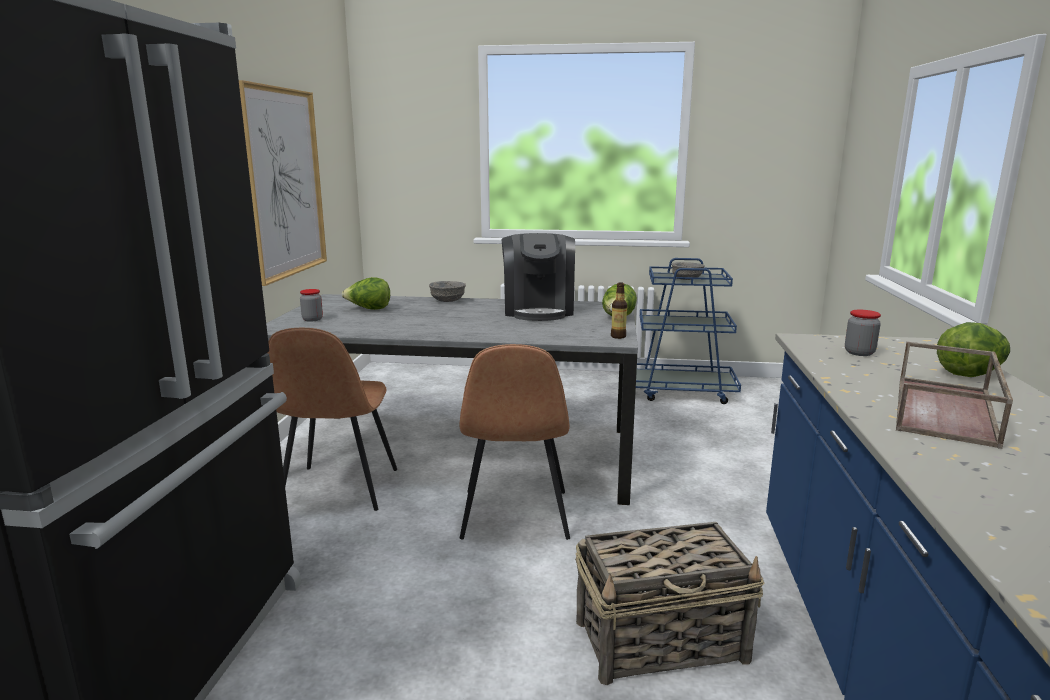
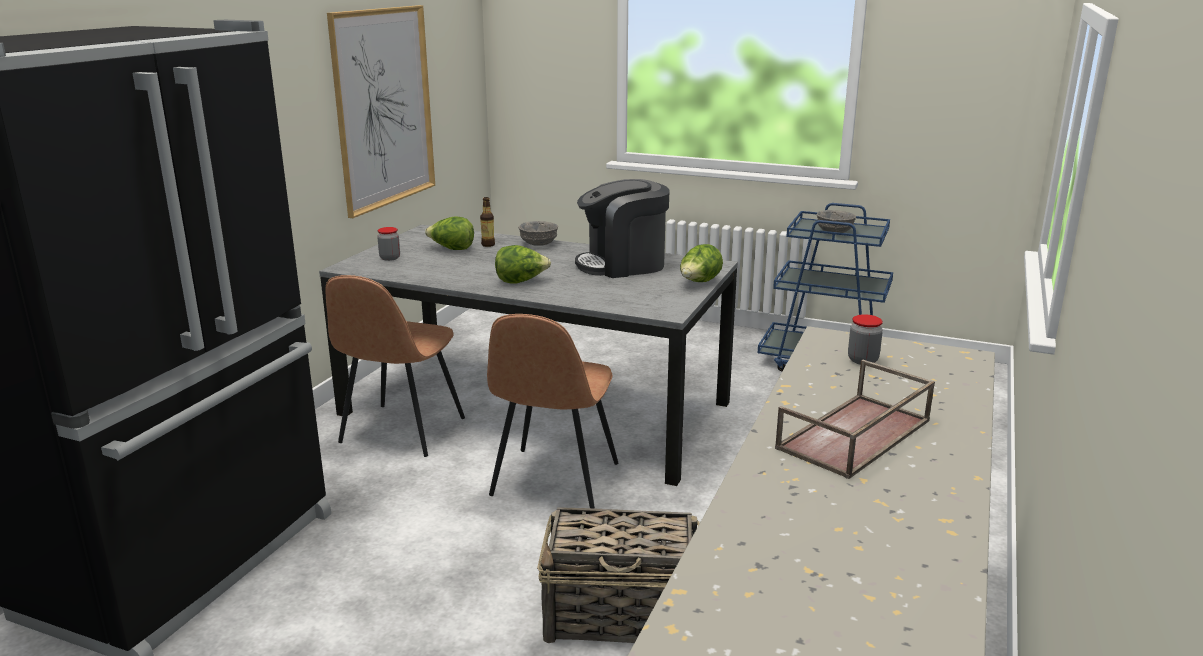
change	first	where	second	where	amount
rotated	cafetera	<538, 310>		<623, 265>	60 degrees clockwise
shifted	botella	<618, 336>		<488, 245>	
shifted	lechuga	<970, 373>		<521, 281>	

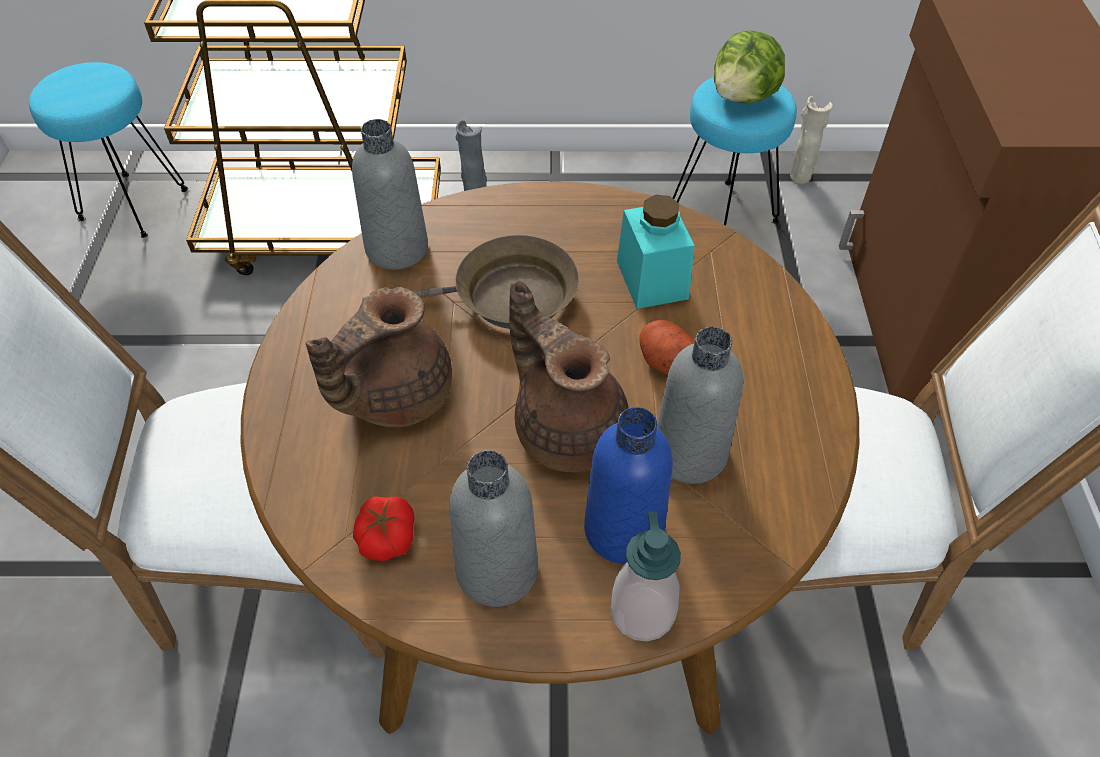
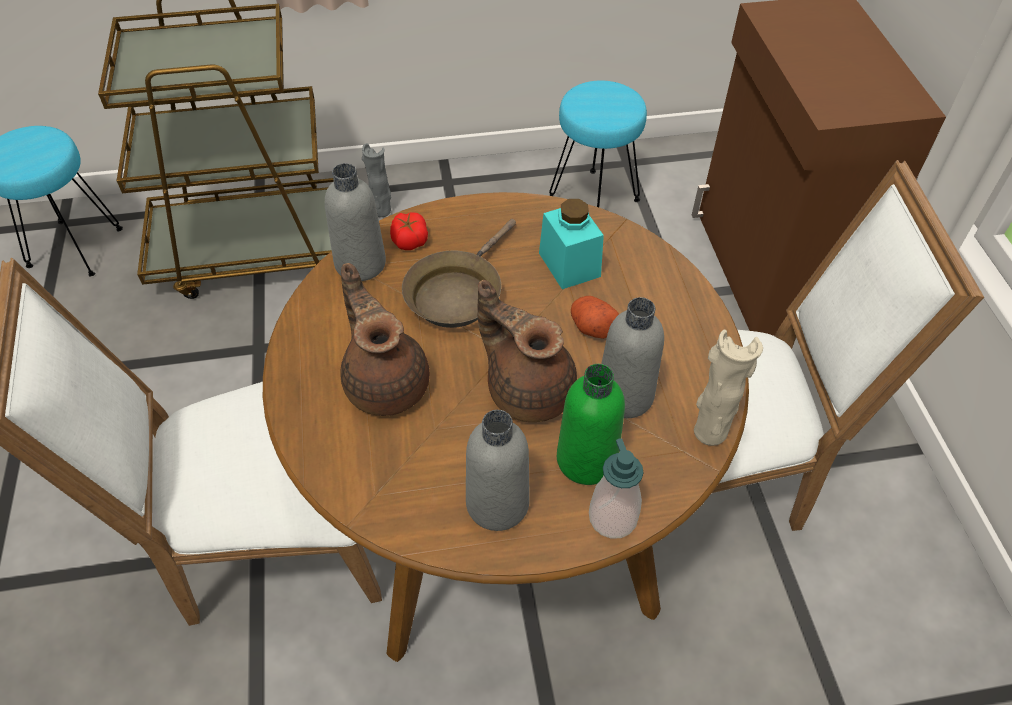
change	first	where	second	where	amount
rotated	tetera [marrón]	<393, 396>		<386, 382>	120 degrees clockwise
shifted	tomate	<386, 537>		<409, 239>	
rotated	sartén [marrón]	<505, 298>		<457, 293>	135 degrees clockwise
repainted	botella [azul]	<623, 530>	botella [verde]	<586, 459>	
gone	lechuga	<743, 97>			
shifted	florero [beis]	<800, 177>		<710, 430>	

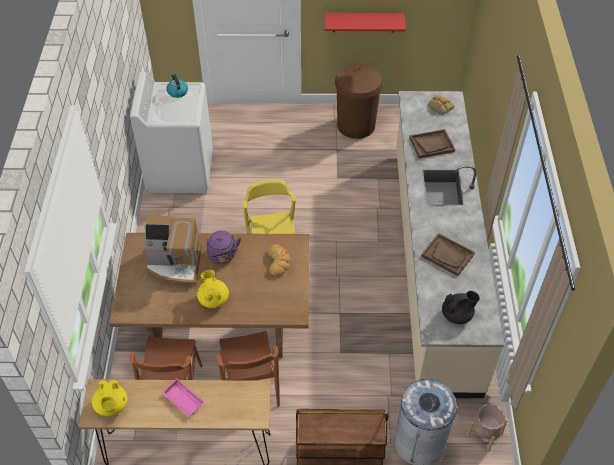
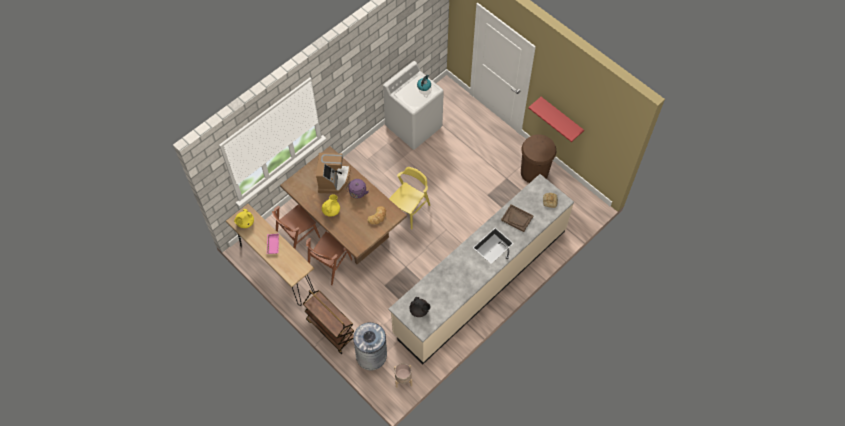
change	first	where	second	where	amount
rotated	cafetera	<174, 264>		<333, 179>	135 degrees counterclockwise
gone	bandeja [marrón]	<447, 255>			

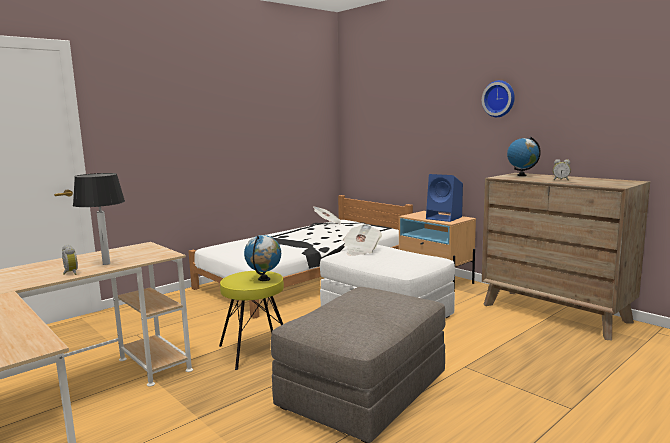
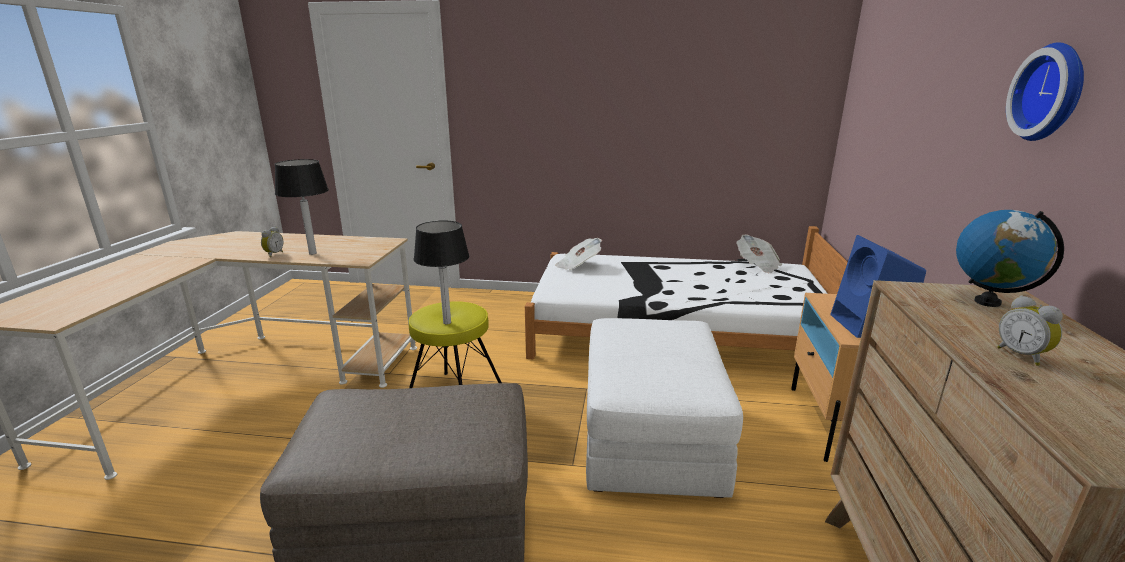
change	first	where	second	where	amount
swapped	globo terráqueo	<264, 279>	lámpara de mesa	<447, 322>	
shifted	periódico	<361, 251>		<578, 265>	

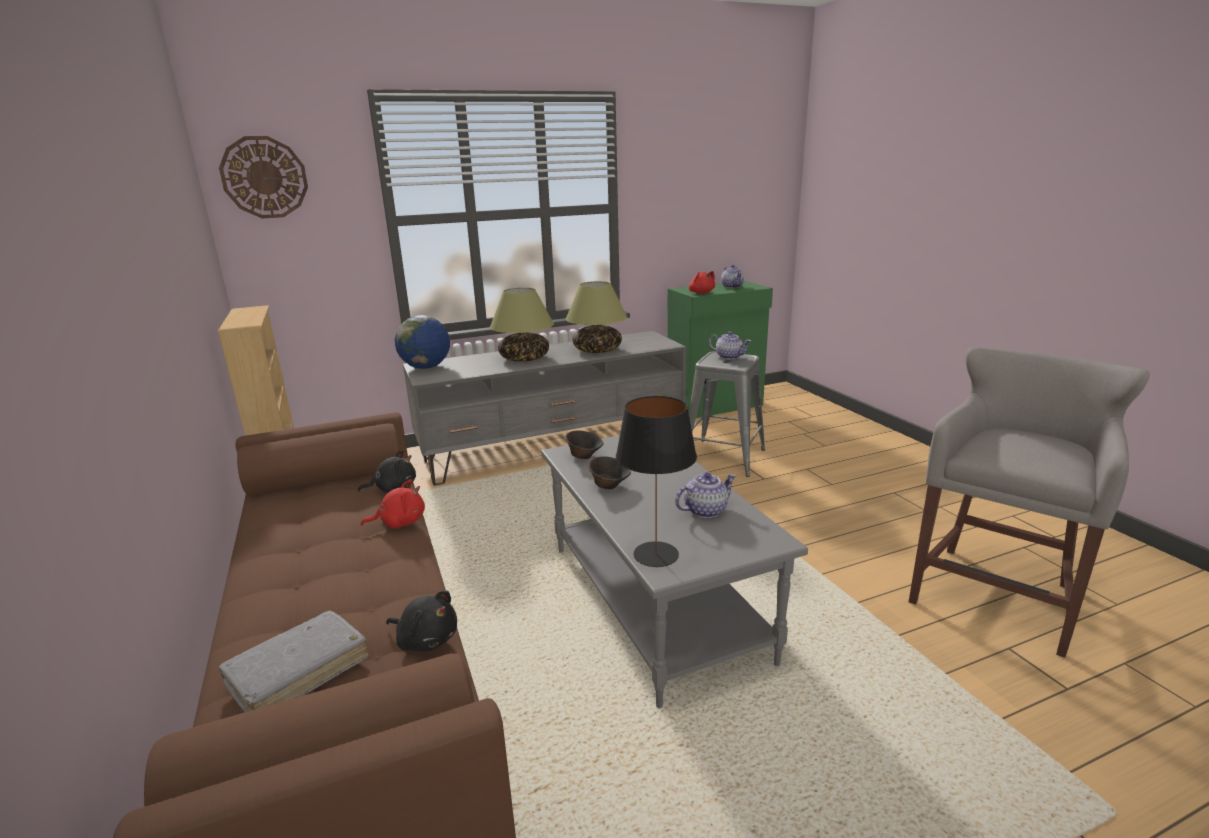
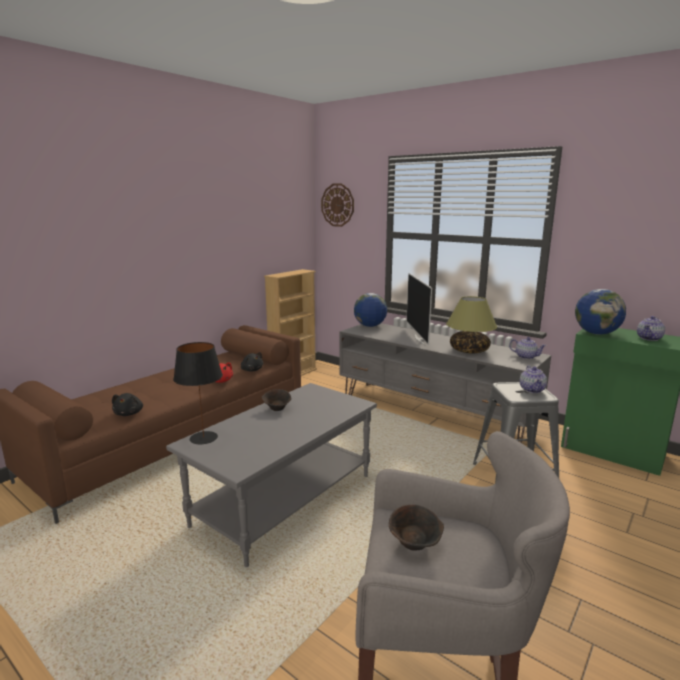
change	first	where	second	where	amount
gone	libro [gris]	<298, 672>			
swapped	lámpara de mesa	<525, 358>	televisor	<420, 339>	
shifted	cuenco [marrón]	<584, 456>		<415, 544>	
shifted	tetera	<705, 510>		<526, 357>	
swapped	peluche [rojo]	<701, 293>	globo terráqueo	<596, 333>	

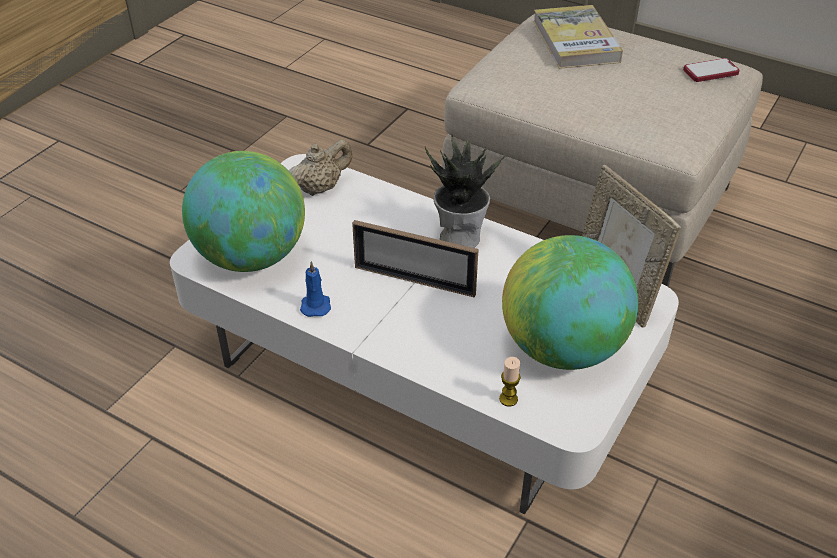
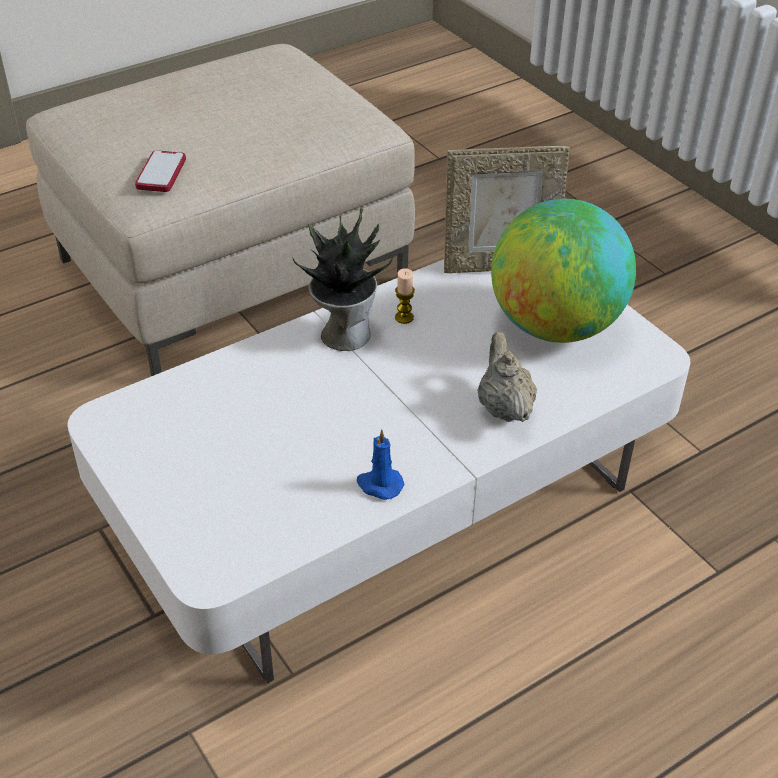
change	first	where	second	where	amount
gone	globo terráqueo	<251, 256>			
shifted	tetera [beis]	<320, 188>		<504, 407>	
gone	portarretratos	<414, 280>			
shifted	vela	<508, 399>		<404, 317>	
gone	libro	<575, 41>			
shifted	móvil	<710, 72>		<161, 173>	

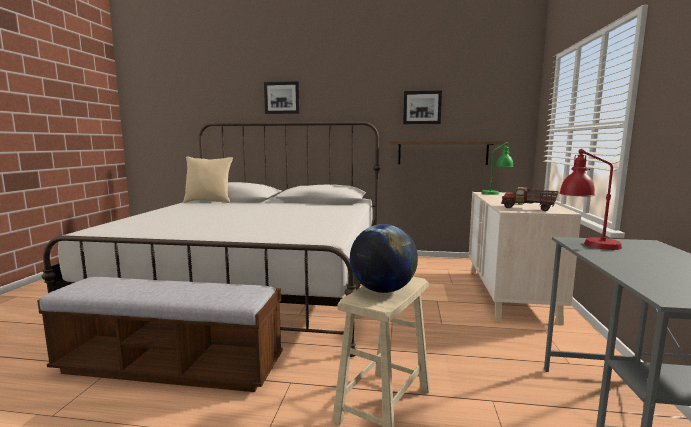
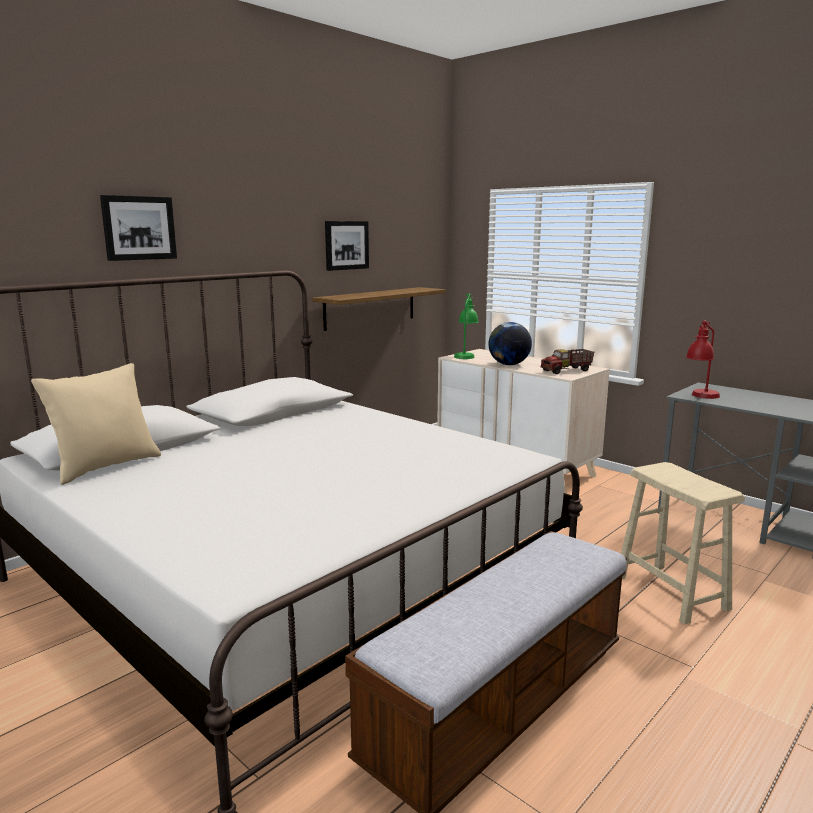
change	first	where	second	where	amount
shifted	globo terráqueo	<382, 290>		<509, 364>	

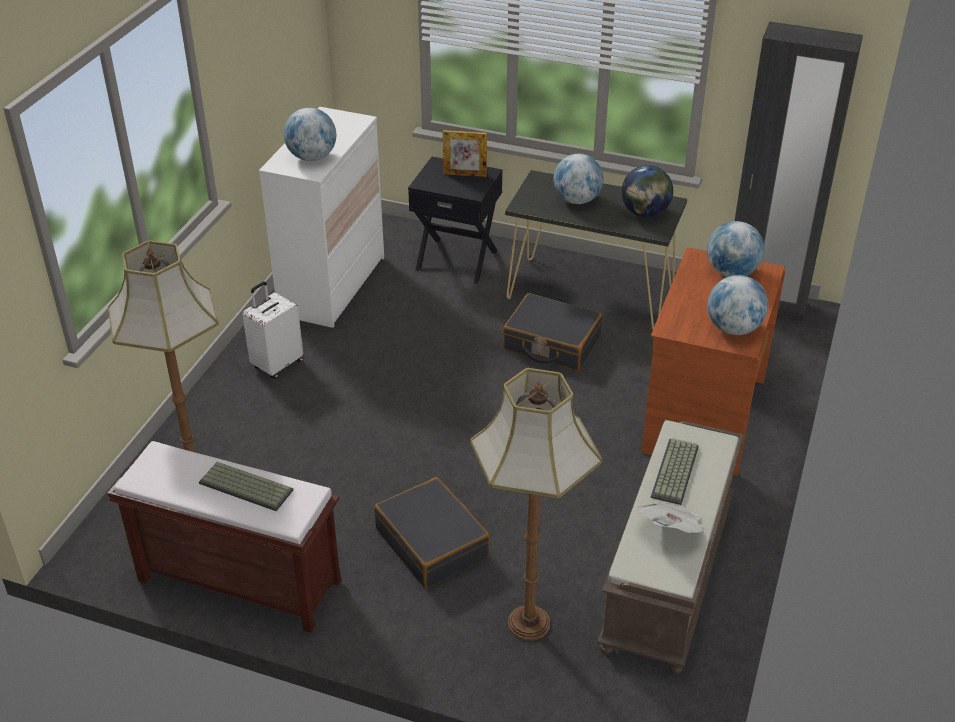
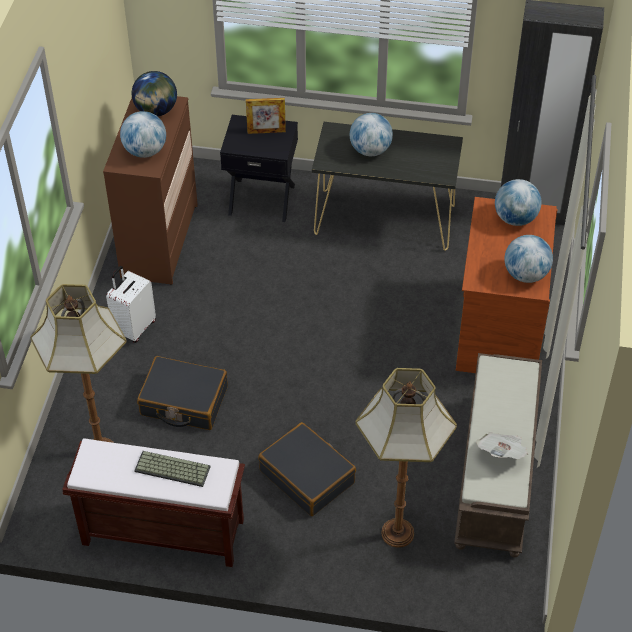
change	first	where	second	where	amount
repainted	cómoda [blanco]	<332, 286>	cómoda [marrón]	<160, 241>	
shifted	maleta [negro]	<551, 343>		<183, 401>	
shifted	globo terráqueo	<645, 213>		<156, 111>	
gone	teclado	<676, 473>			

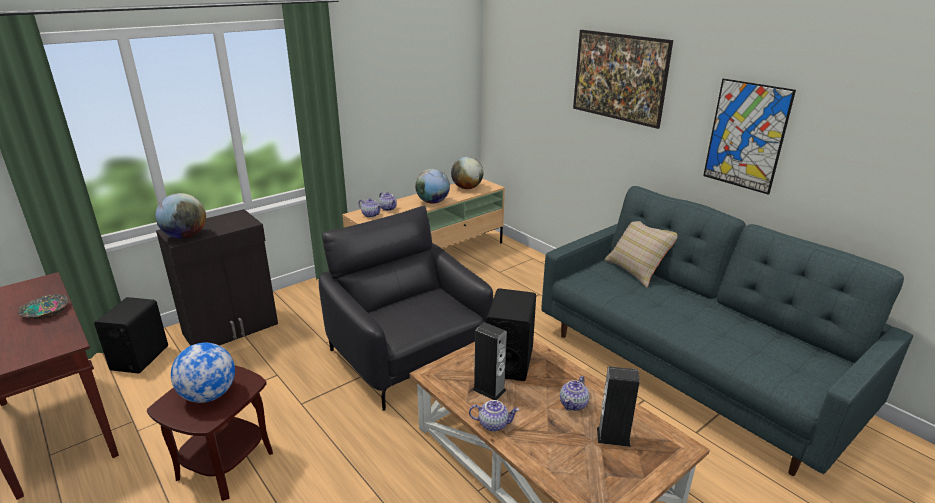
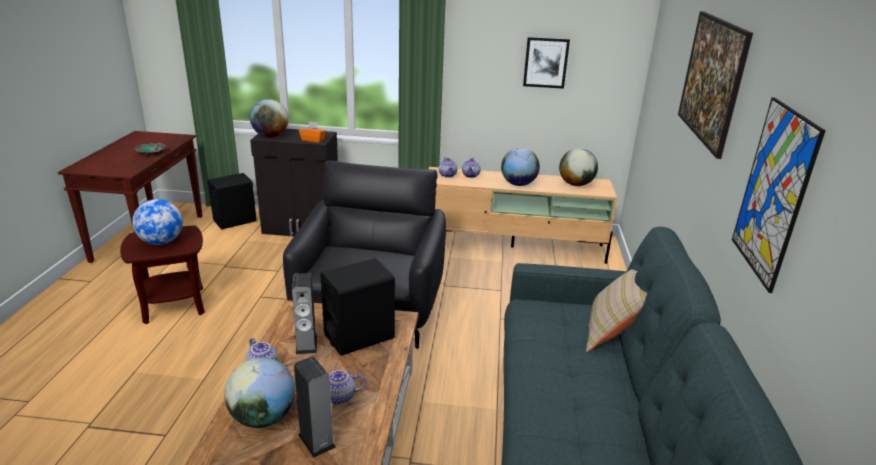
change	first	where	second	where	amount
new			globo terráqueo	<263, 418>	
new			caja de pañuelos [naranja]	<313, 140>	
new			cuadro	<545, 62>	

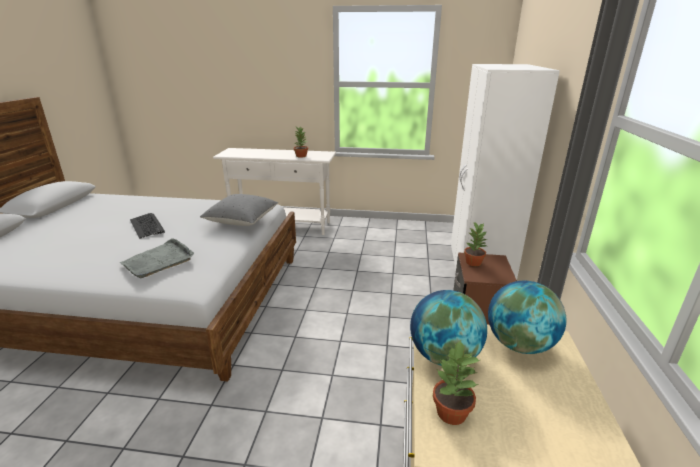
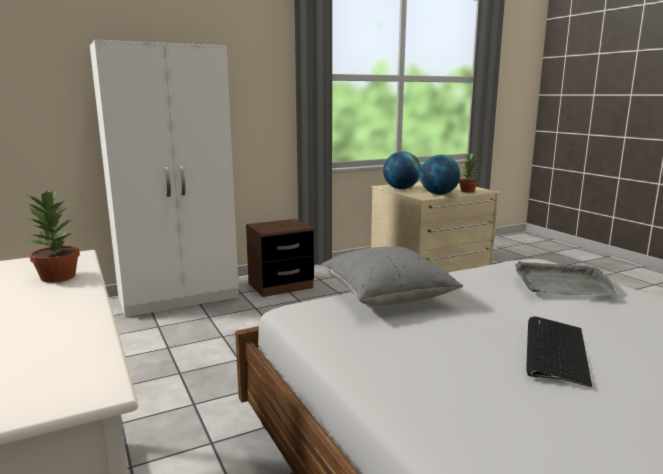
change	first	where	second	where	amount
gone	planta en maceta	<473, 262>			

